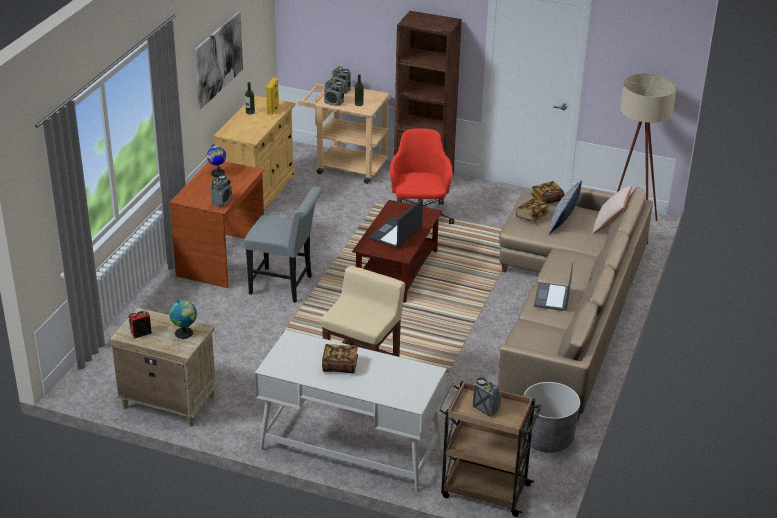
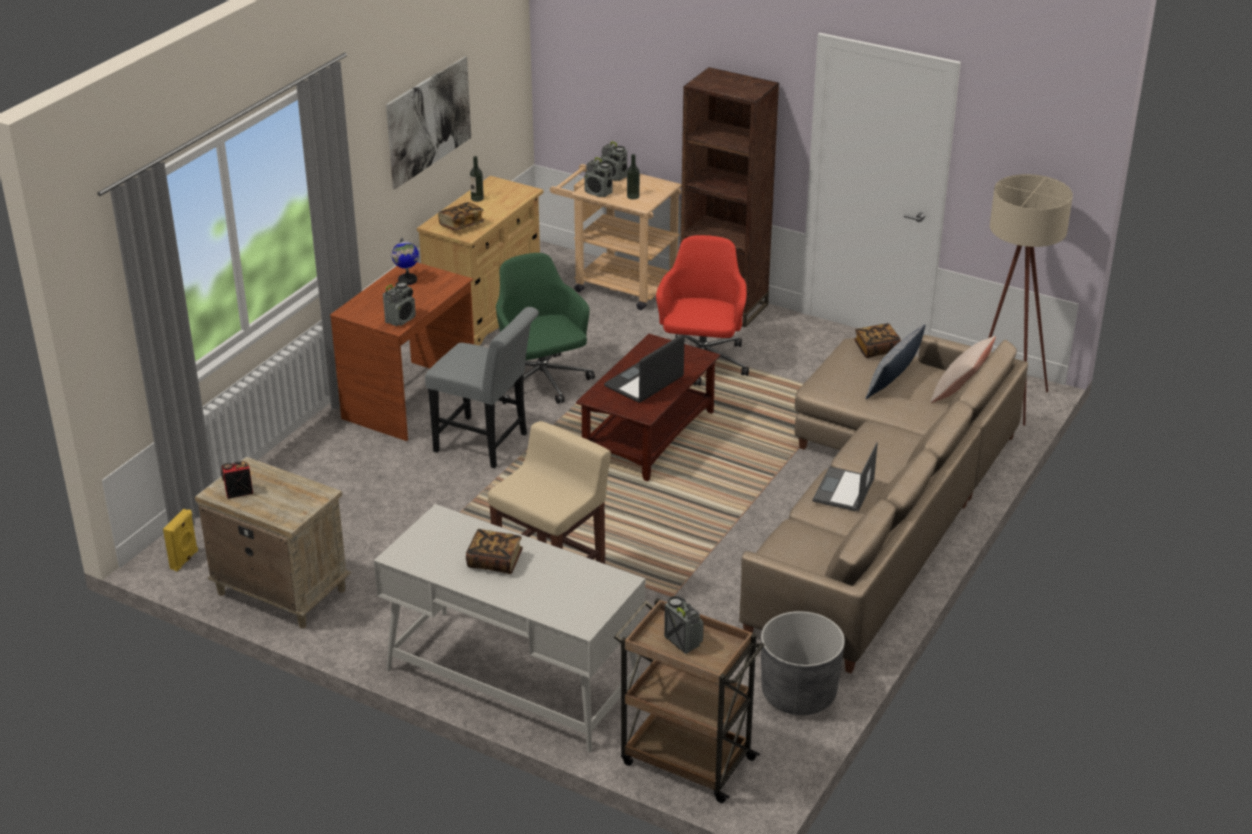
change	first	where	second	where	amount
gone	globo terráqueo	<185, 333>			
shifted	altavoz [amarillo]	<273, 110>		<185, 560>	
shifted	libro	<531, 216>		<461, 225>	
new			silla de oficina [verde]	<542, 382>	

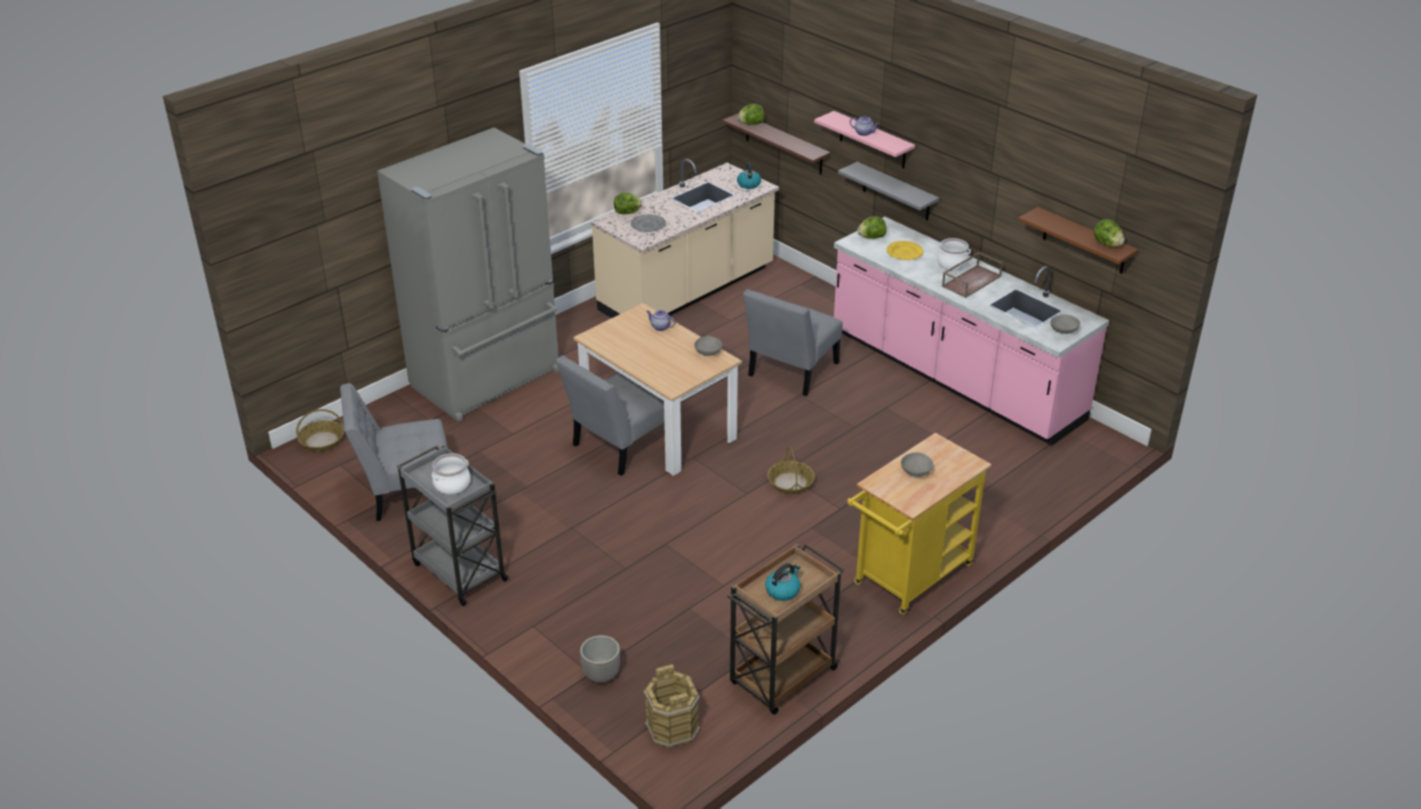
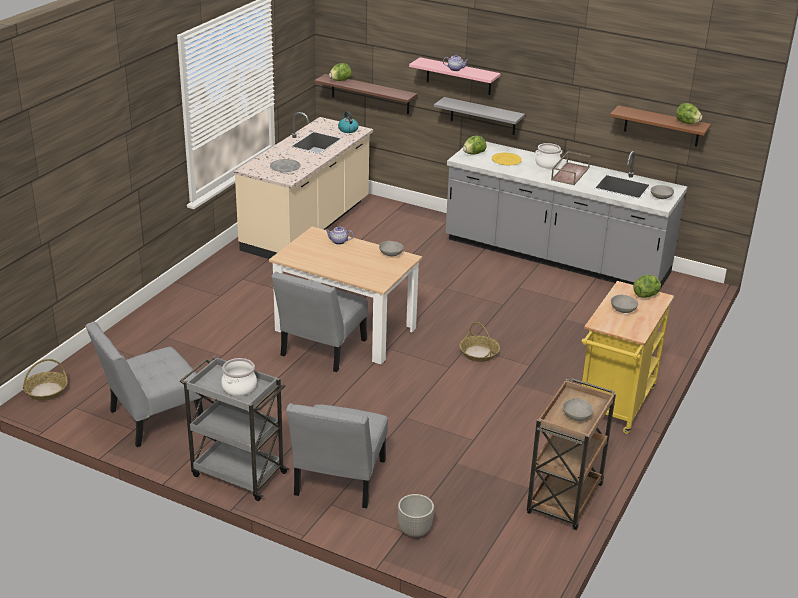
change	first	where	second	where	amount
gone	nevera [gris]	<488, 380>			
shifted	lechuga	<627, 213>		<646, 295>	
gone	cubo [marrón]	<672, 728>			
shifted	silla [gris]	<790, 372>		<338, 481>	
swapped	hervidor	<783, 590>	cuenco [gris]	<576, 416>	
repainted	mueble bajo de cocina [rosa]	<954, 377>	mueble bajo de cocina [gris]	<555, 257>	

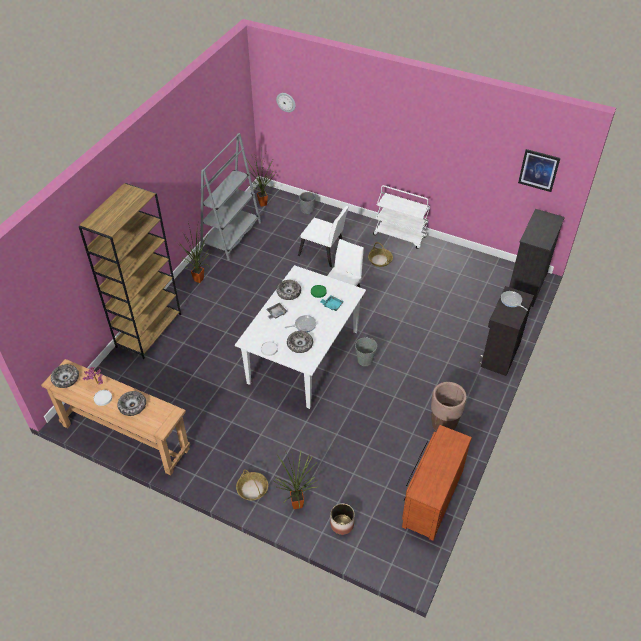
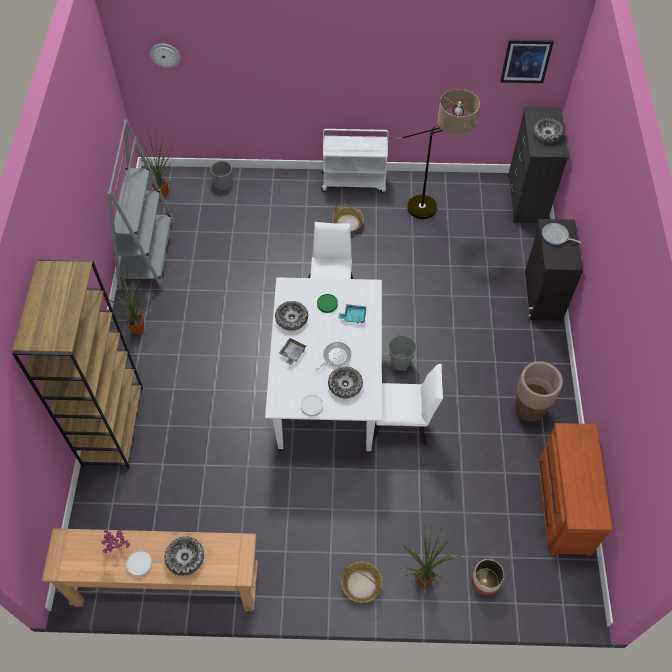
change	first	where	second	where	amount
shifted	cuenco	<66, 379>		<547, 134>	
shifted	silla [blanco]	<324, 252>		<403, 422>	
new			lámpara de pie	<432, 212>	

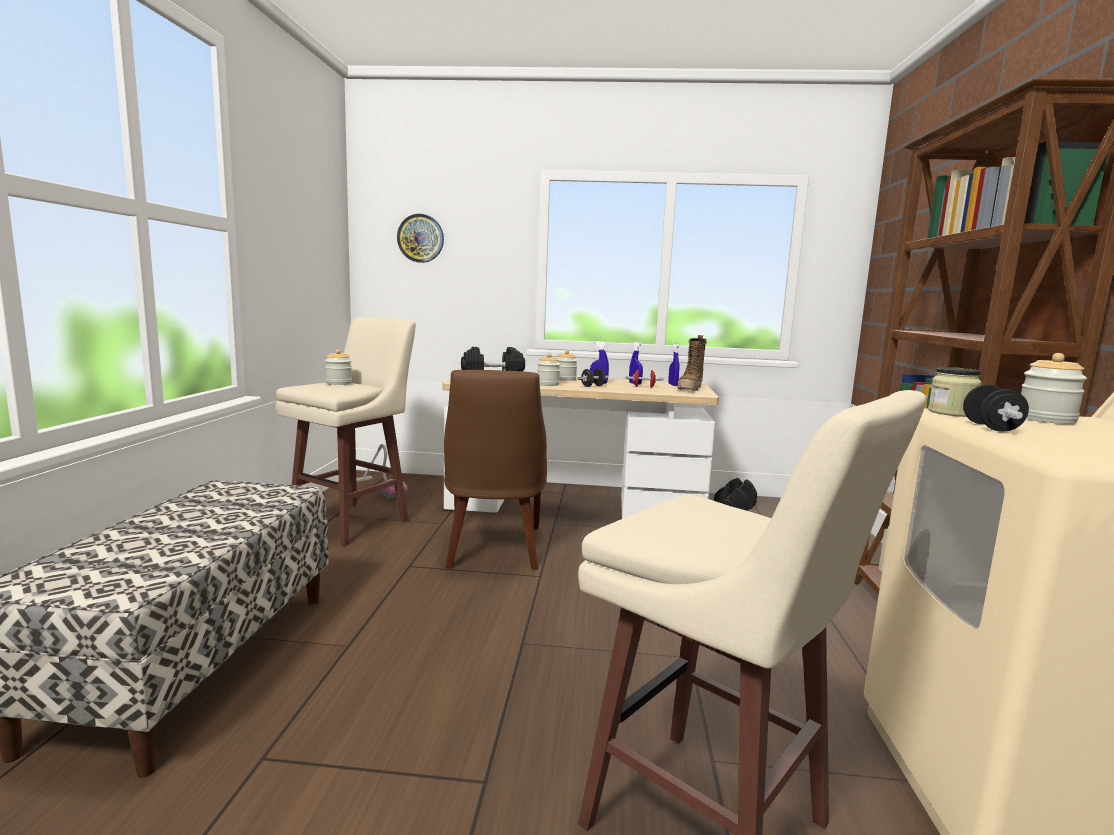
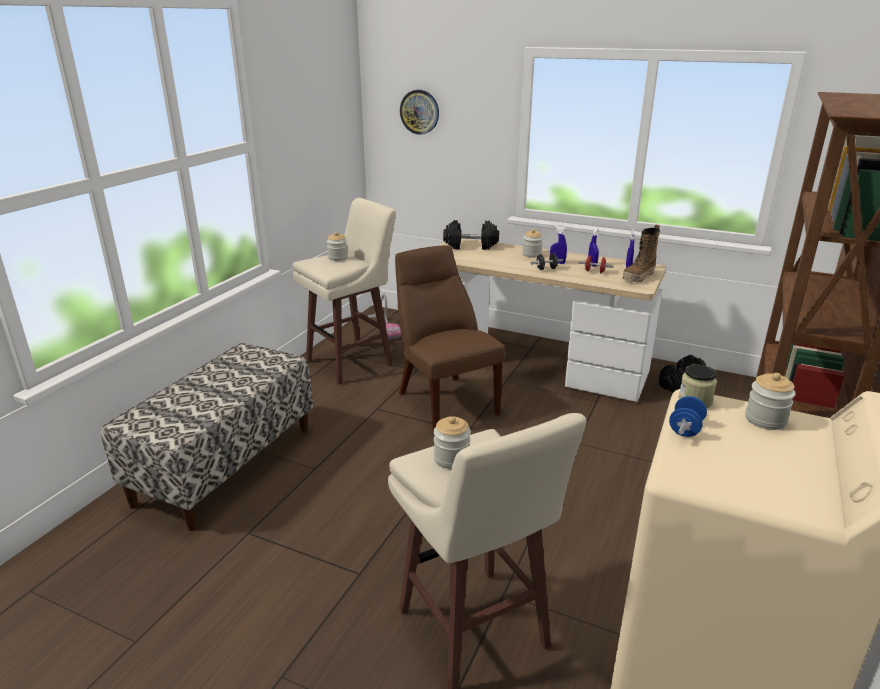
change	first	where	second	where	amount
rotated	silla [marrón]	<493, 549>		<444, 401>	135 degrees clockwise
shifted	tarro	<548, 384>		<451, 459>	
repainted	mancuerna [negro]	<991, 427>	mancuerna [azul]	<685, 429>	

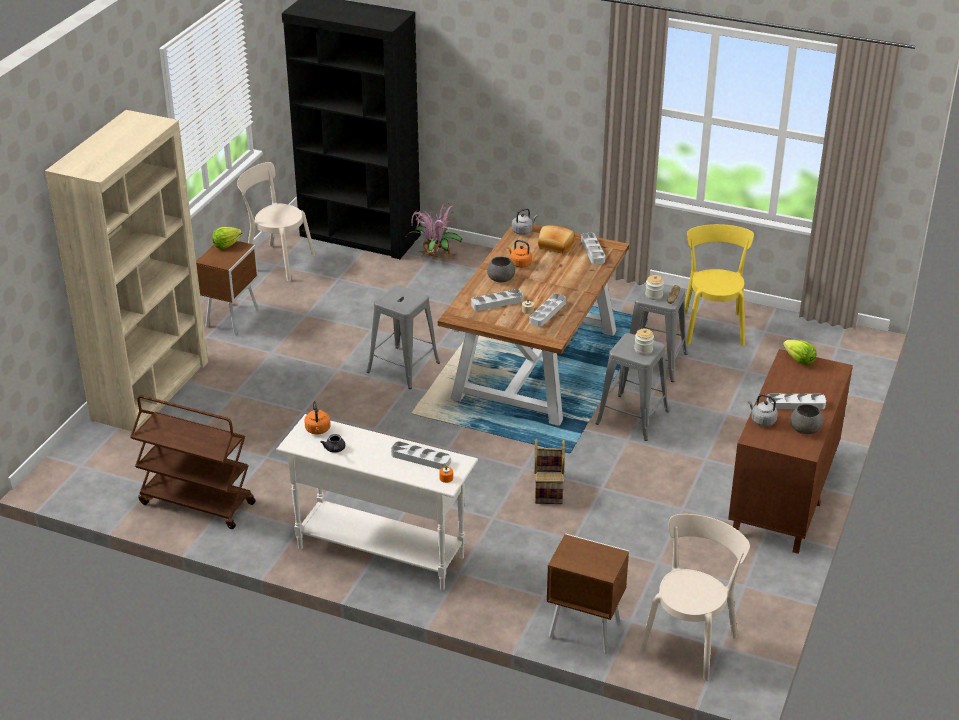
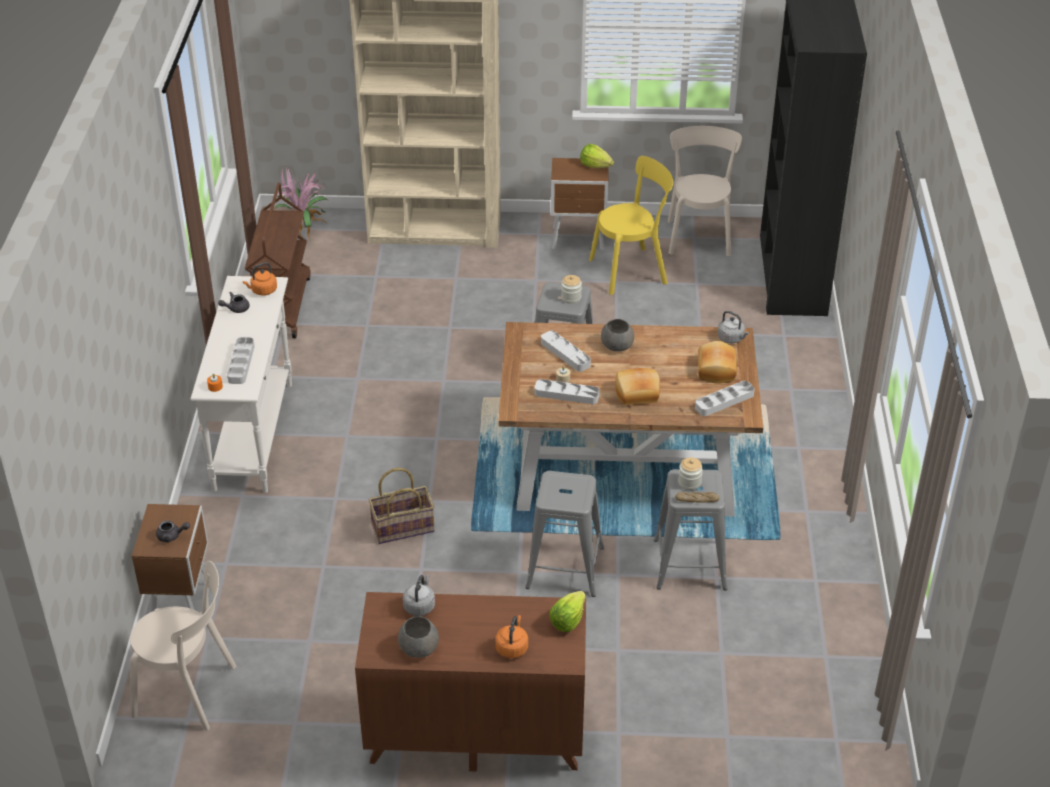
change	first	where	second	where	amount
shifted	planta en maceta	<433, 257>		<304, 229>	
shifted	hervidor [naranja]	<519, 263>		<512, 647>	
shifted	tarro	<643, 350>		<571, 298>	
shifted	silla [amarillo]	<712, 327>		<631, 270>	
gone	bandeja [gris]	<795, 404>			
new			tetera [gris]	<172, 536>	
new			pan	<637, 394>	

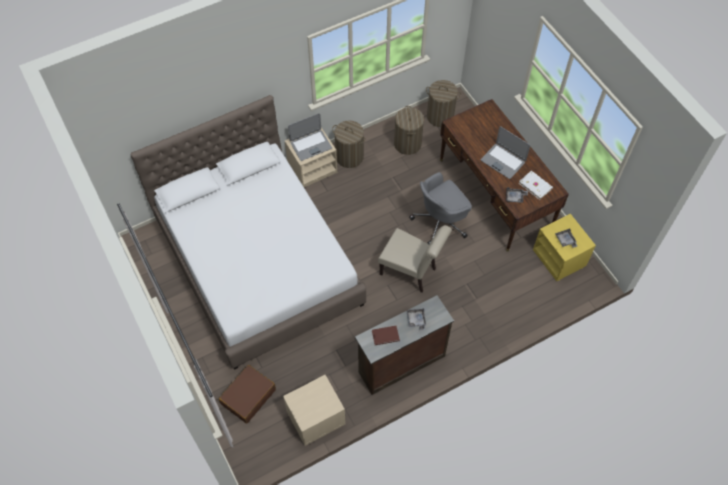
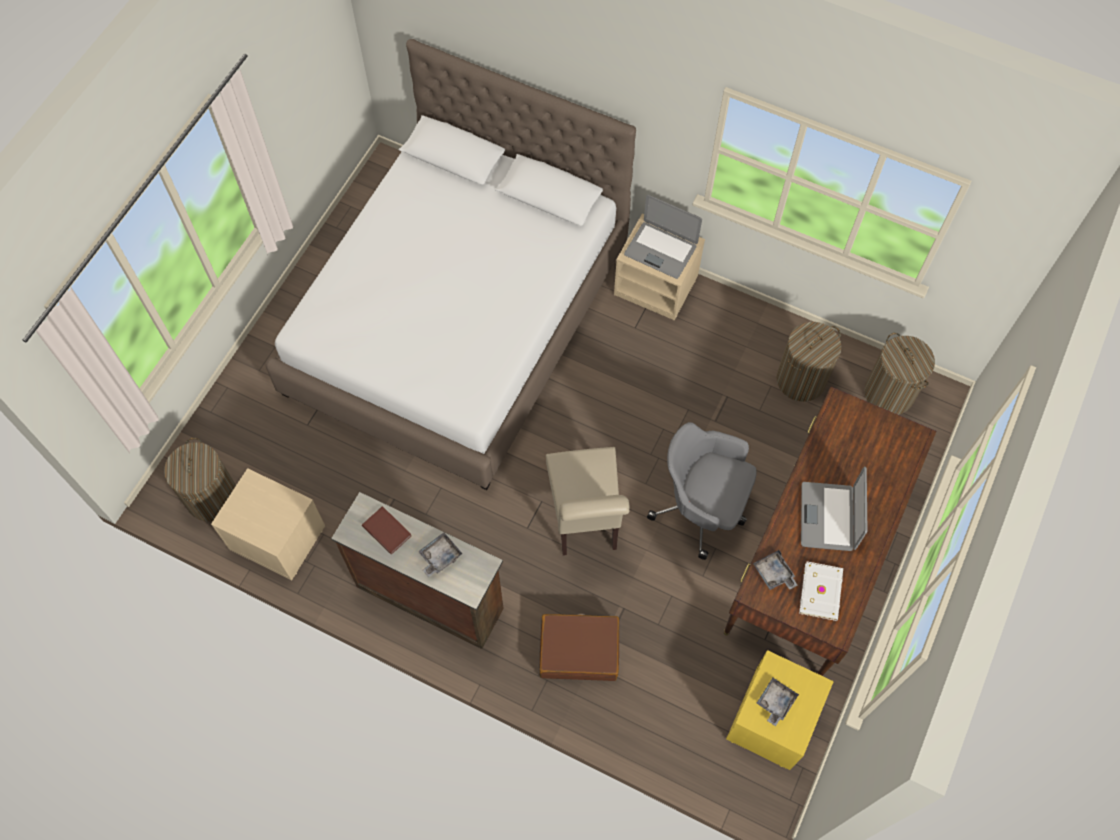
change	first	where	second	where	amount
shifted	maleta [marrón]	<248, 396>		<579, 650>	
shifted	cesto de la ropa	<349, 157>		<212, 497>	

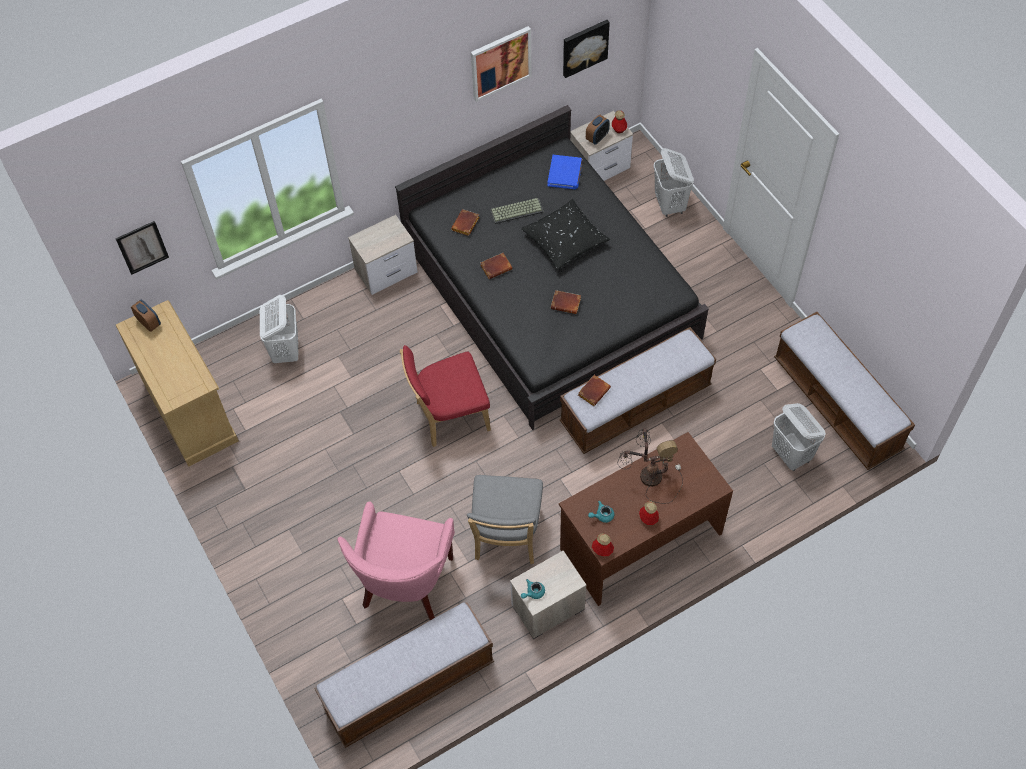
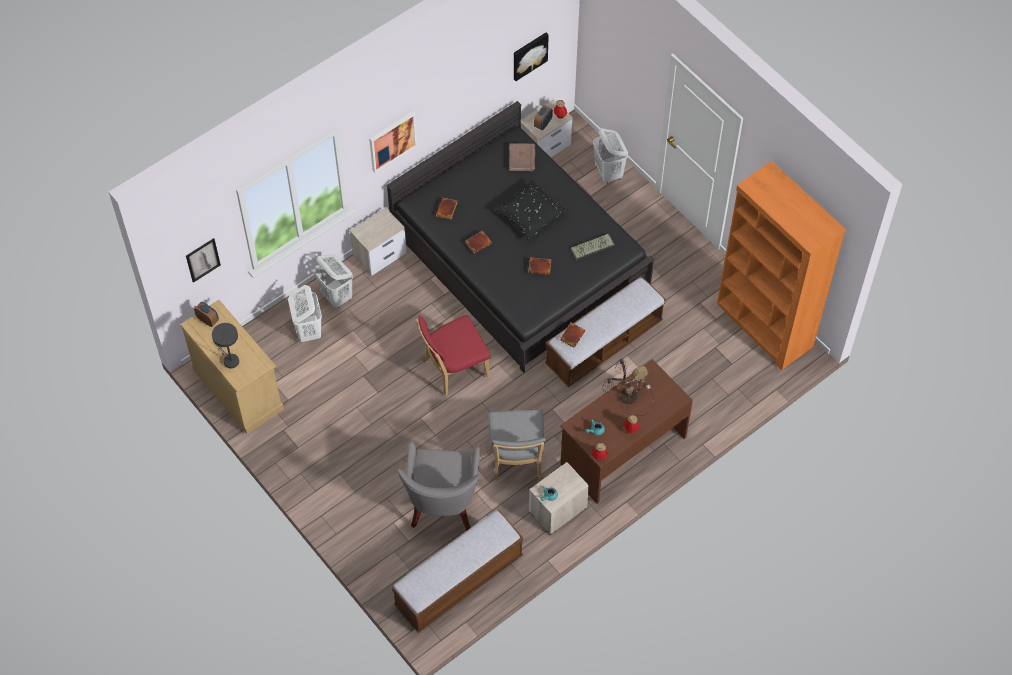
change	first	where	second	where	amount
repainted	sillón [rosa]	<406, 584>	sillón [gris]	<442, 506>	
shifted	cuadro	<500, 62>		<392, 141>	
shifted	teclado	<517, 210>		<592, 246>	
repainted	libro [azul]	<565, 173>	libro [marrón]	<522, 158>	
shifted	cesto de la ropa [blanco]	<791, 455>		<336, 296>	
swapped	banco	<836, 405>	estantería [naranja]	<764, 326>	
new			lámpara de mesa [gris]	<229, 359>	

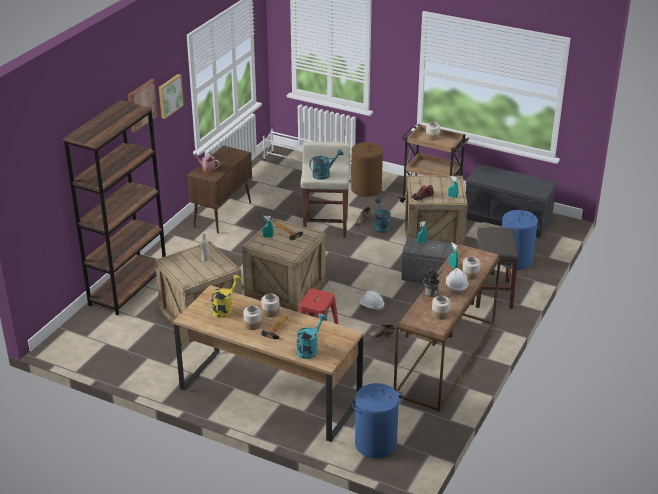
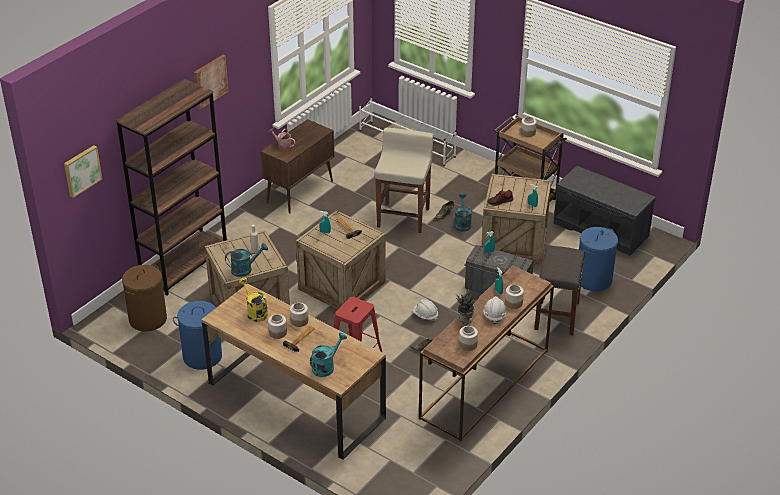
change	first	where	second	where	amount
shifted	cuadro	<169, 96>		<81, 170>	
rotated	regadera [amarillo]	<225, 309>		<255, 312>	75 degrees counterclockwise
shifted	regadera [turquesa]	<324, 174>		<245, 269>	
shifted	cesto de la ropa [marrón]	<366, 189>		<148, 319>	
shifted	cesto de la ropa [azul]	<375, 444>		<202, 356>	

